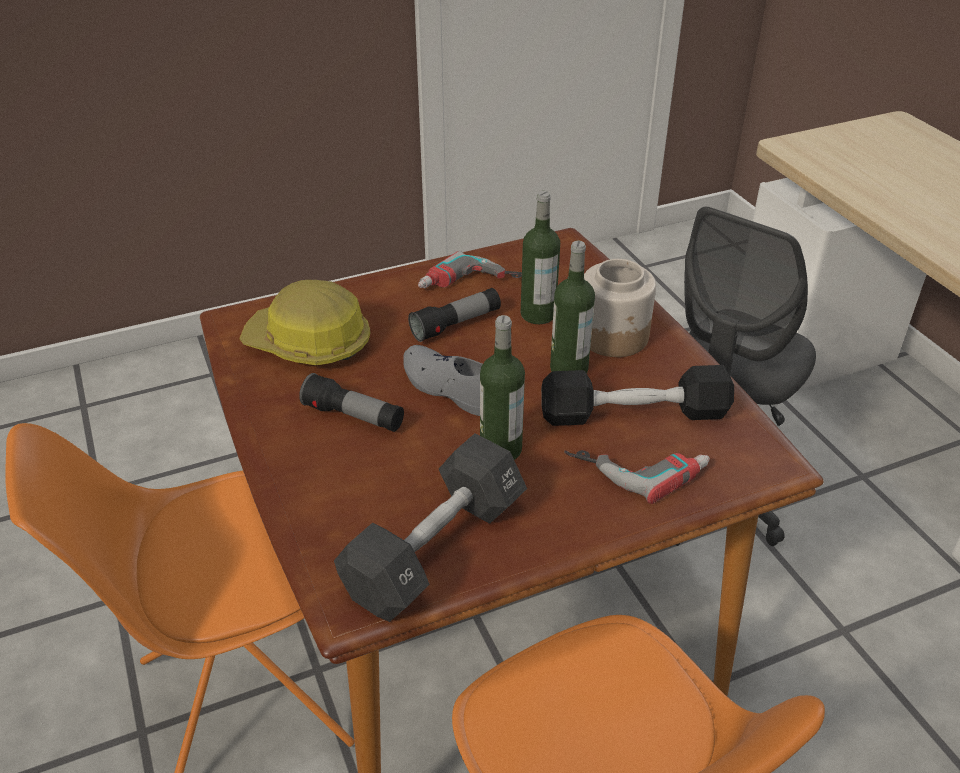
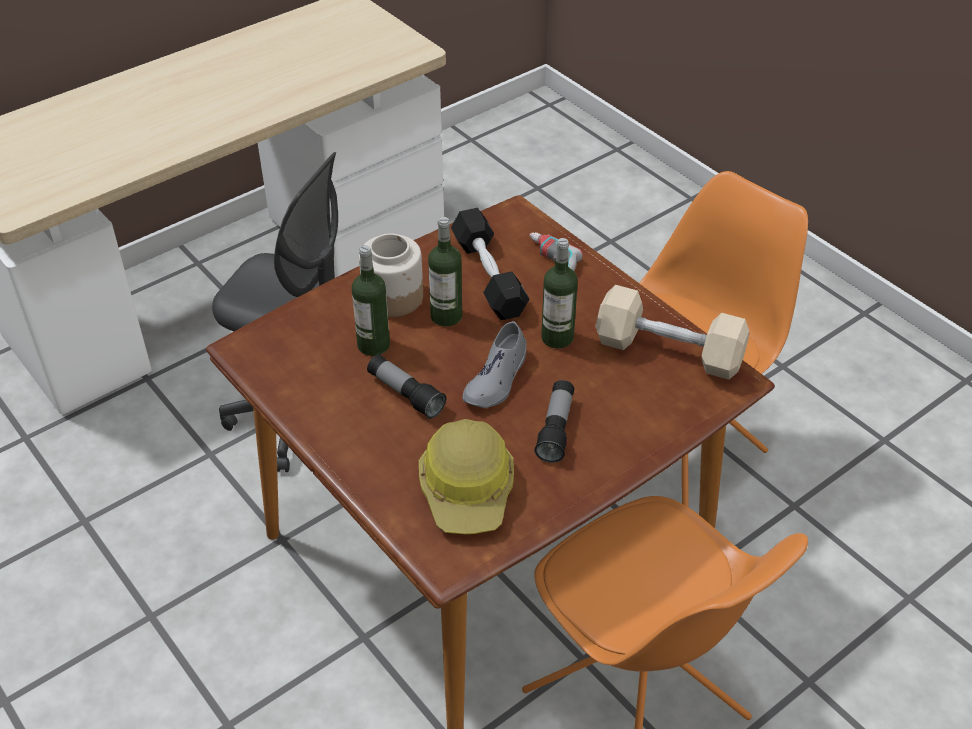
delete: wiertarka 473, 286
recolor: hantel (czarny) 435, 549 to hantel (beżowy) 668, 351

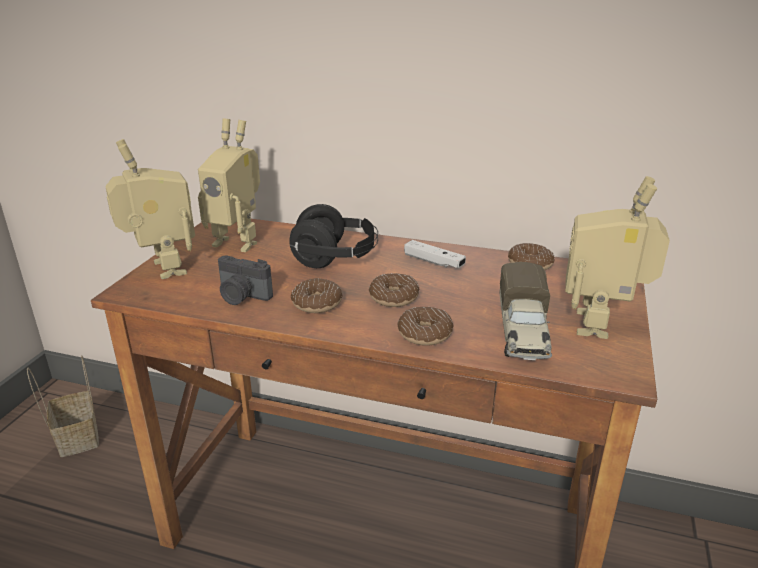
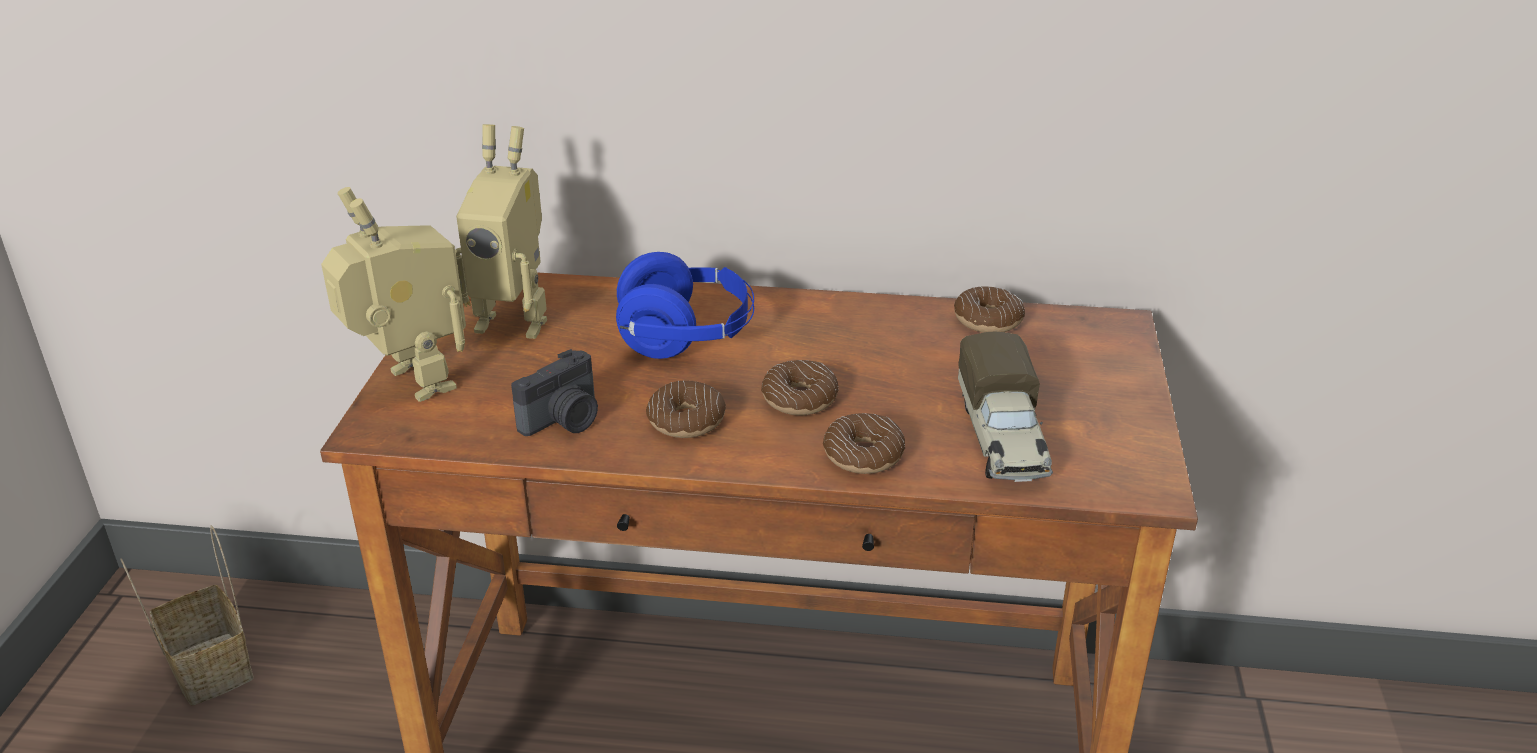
delete: robot zabawkowy 601, 325; pad do gier (biały) 434, 262
recolor: słuchawki (czarny) 336, 258 to słuchawki (niebieski) 686, 337
rotate: aparat fotograficzny 242, 297 = 564, 420 60 degrees counterclockwise

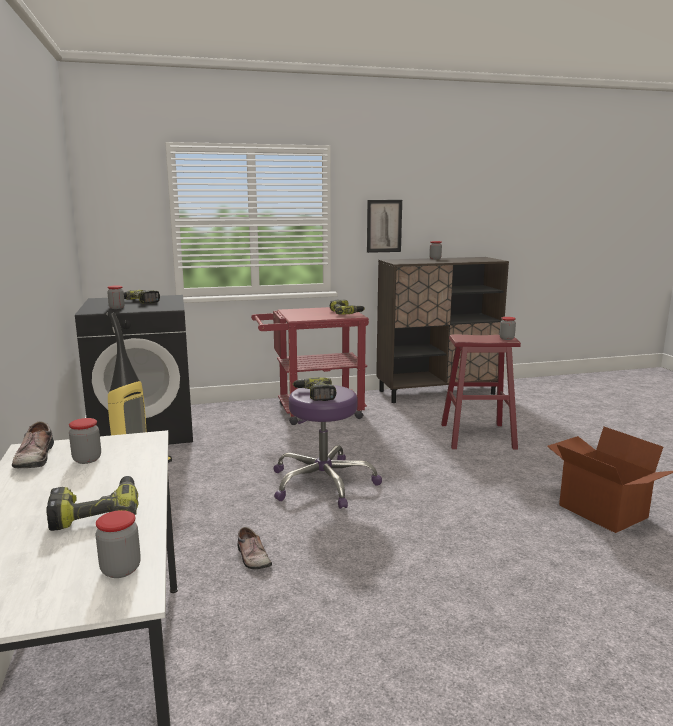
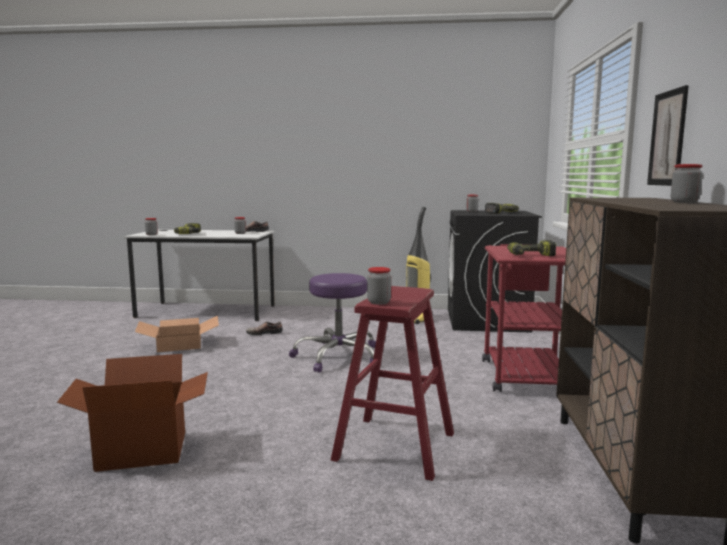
delete: wiertarka 315, 395
insert: karton 180, 344

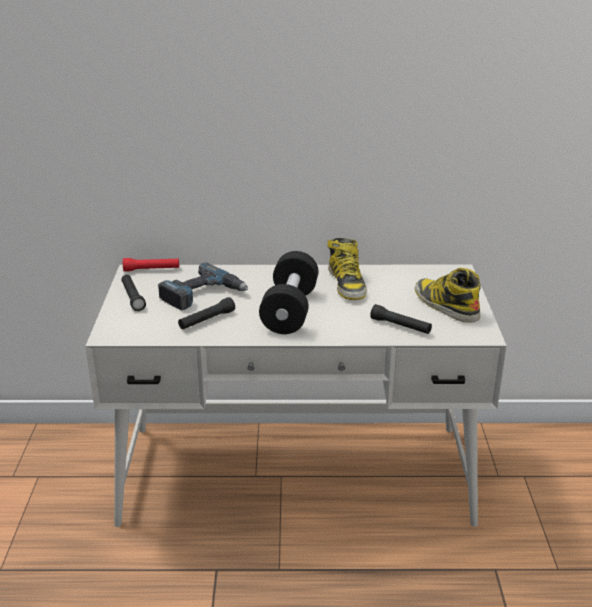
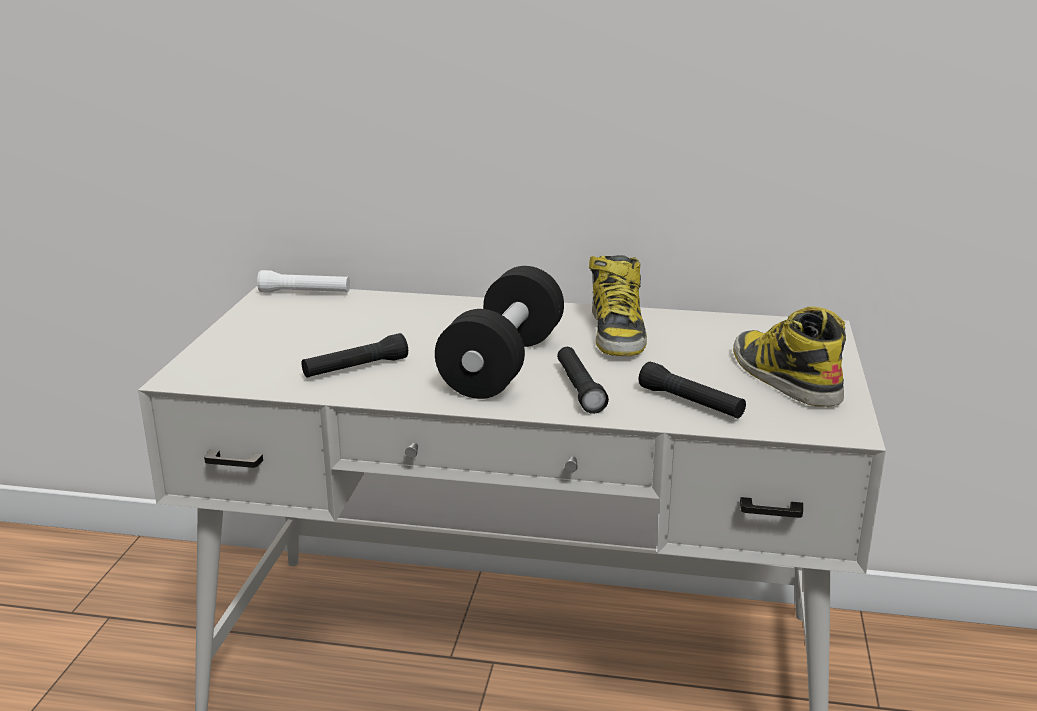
delete: wiertarka 203, 295
move: latarka (czarny) 133, 297 to 579, 389
recolor: latarka (czerwony) 151, 270 to latarka (biały) 305, 293

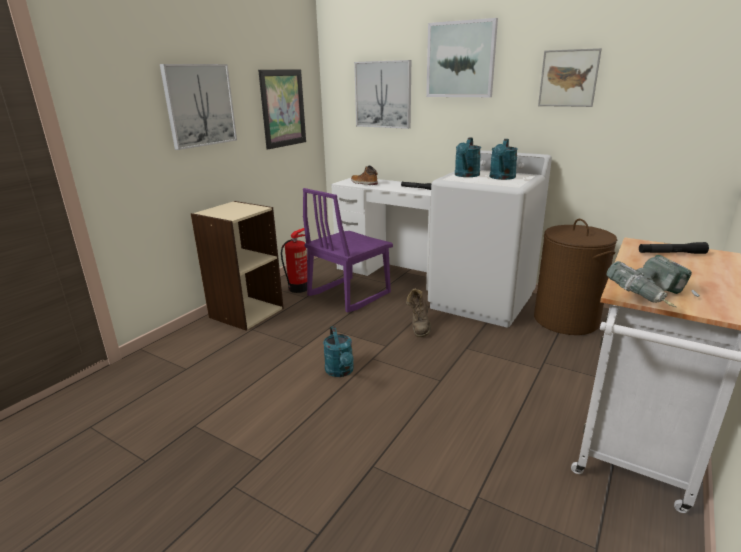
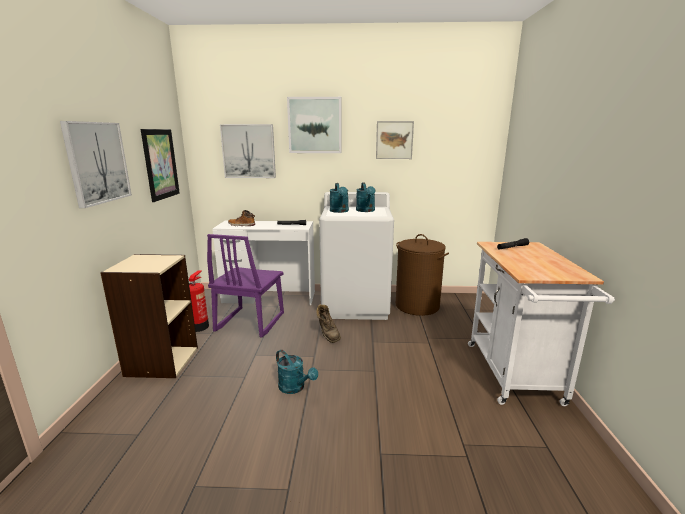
delete: wiertarka 652, 299

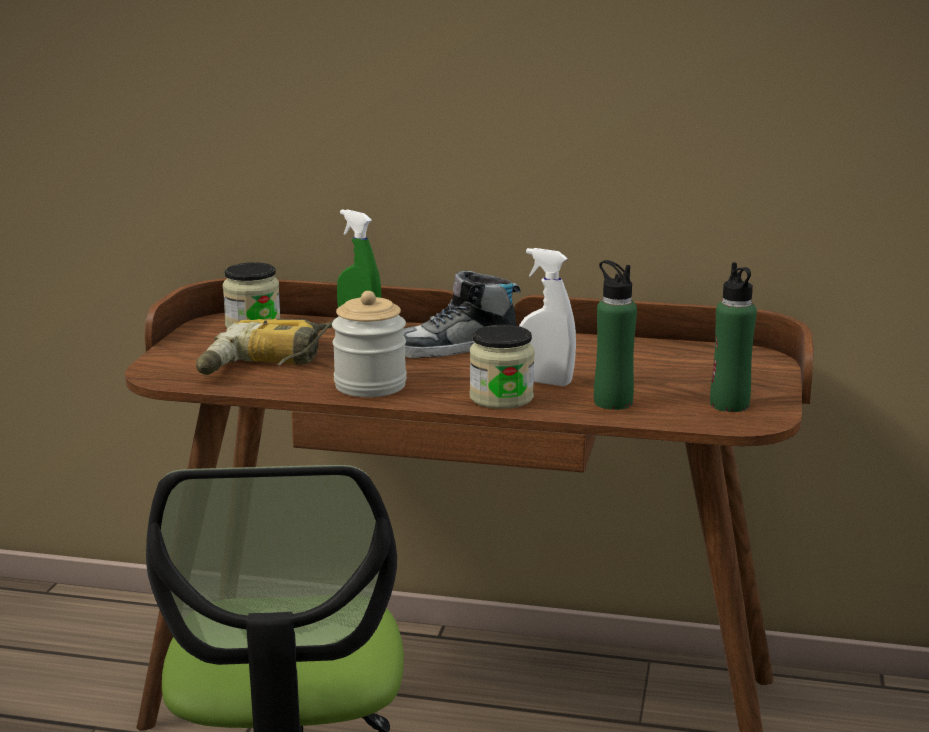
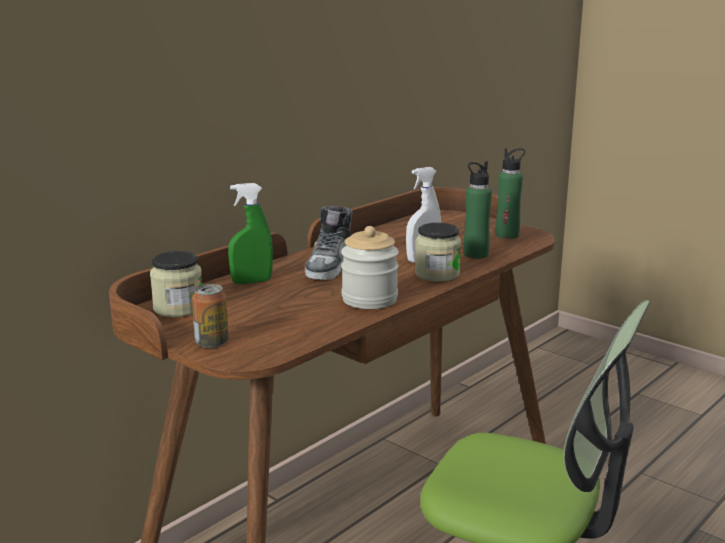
delete: wiertarka 270, 362
insert: puszka 212, 343

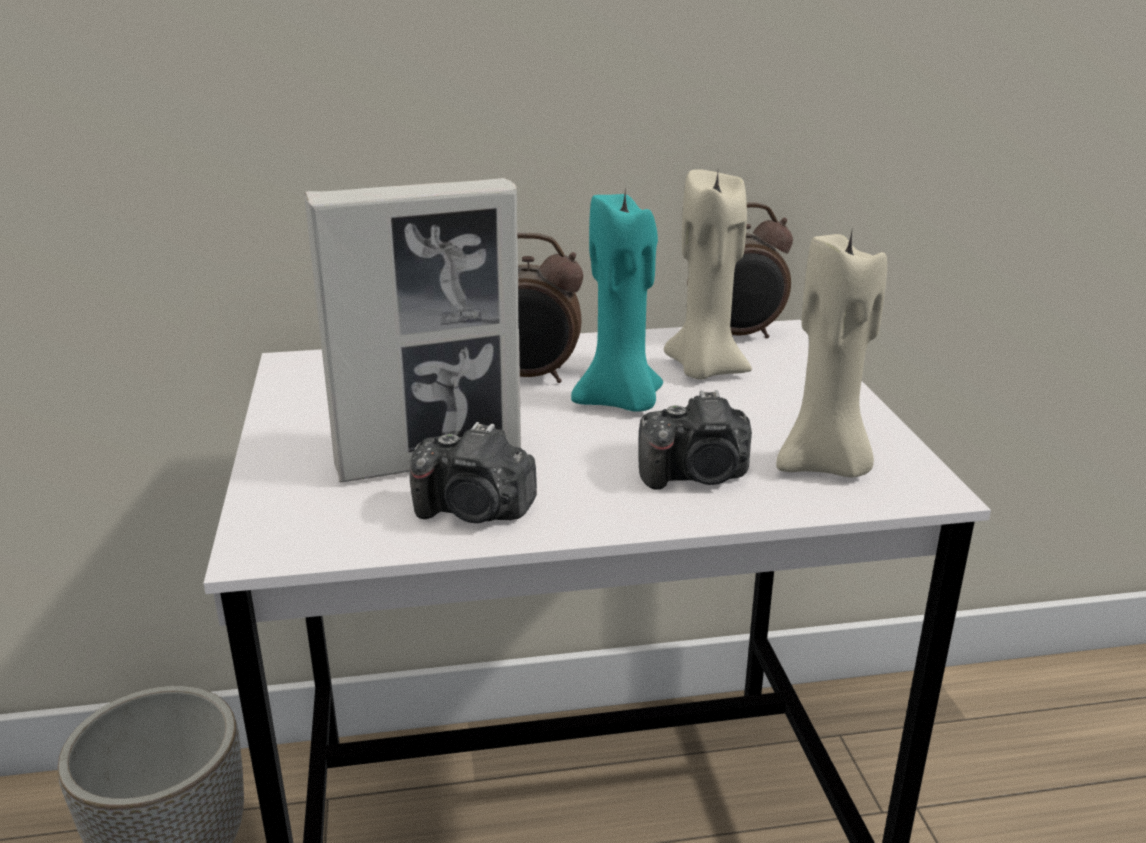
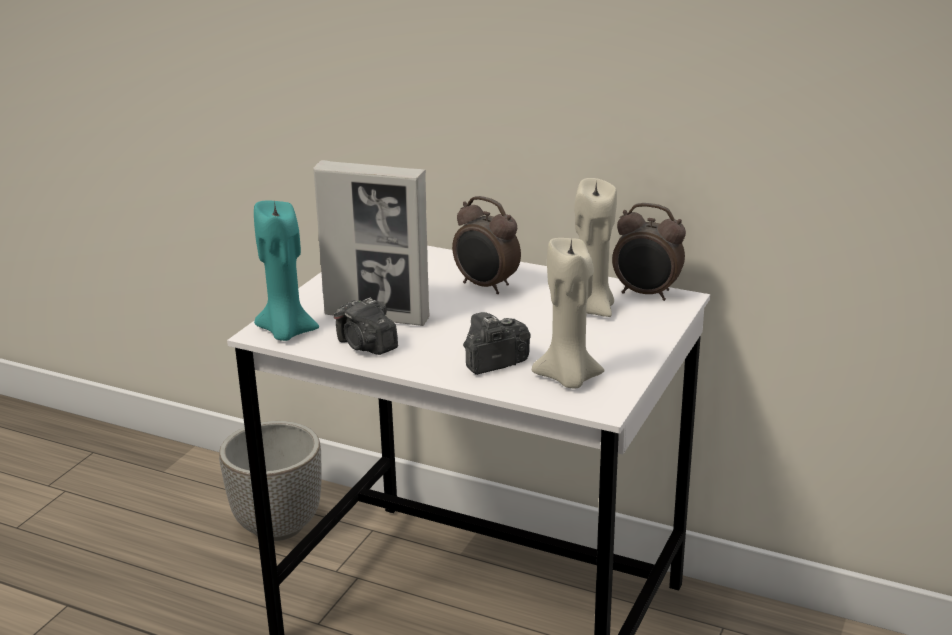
move: świeca (turkusowy) 621, 402 to 286, 332
rotate: aparat fotograficzny 697, 476 = 493, 363 120 degrees clockwise

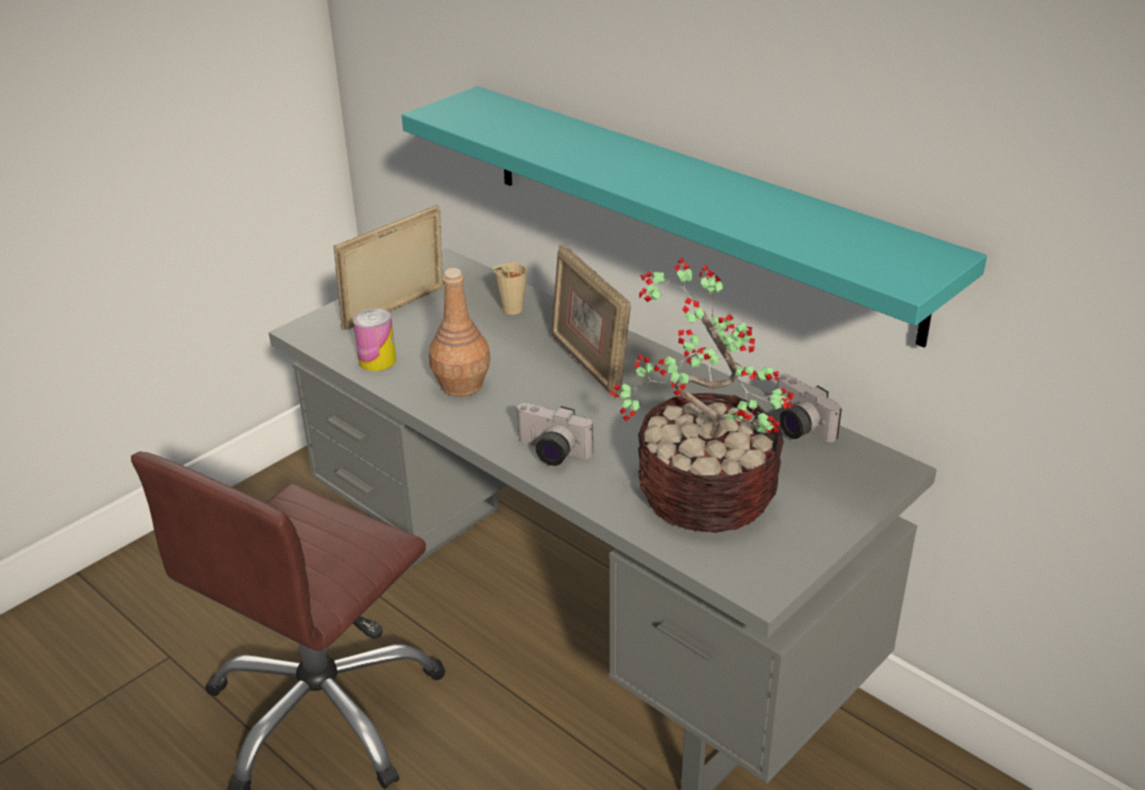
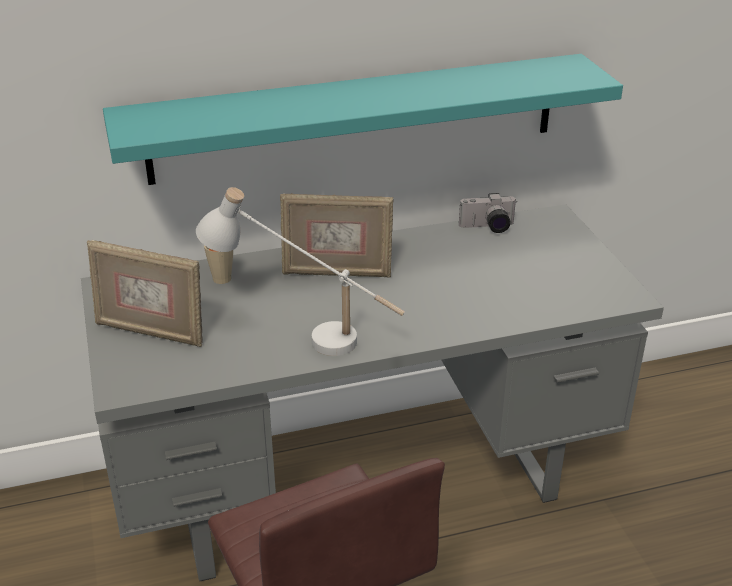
delete: roślina doniczkowa 702, 492; puszka 377, 360; aparat fotograficzny 550, 453
replace: butelka (brązowy) 461, 385 to lampa stołowa (biały) 302, 335
rotate: ramka na zdjęcie 396, 310 = 151, 332 60 degrees counterclockwise

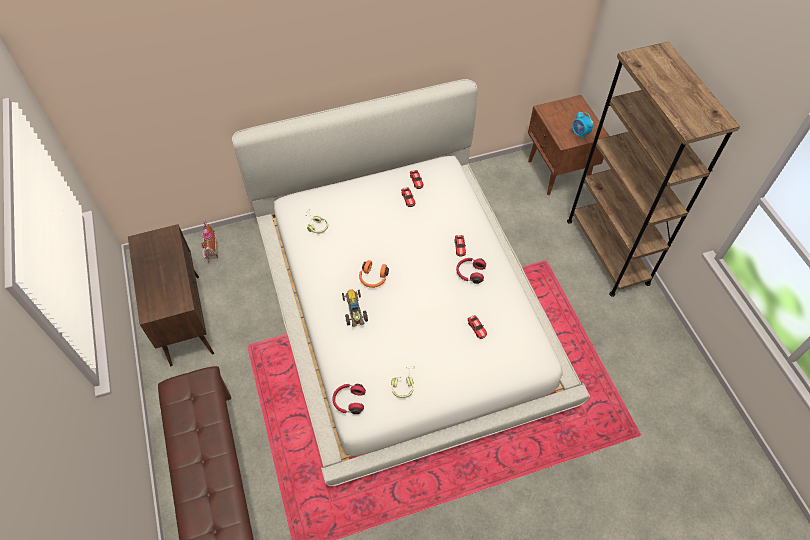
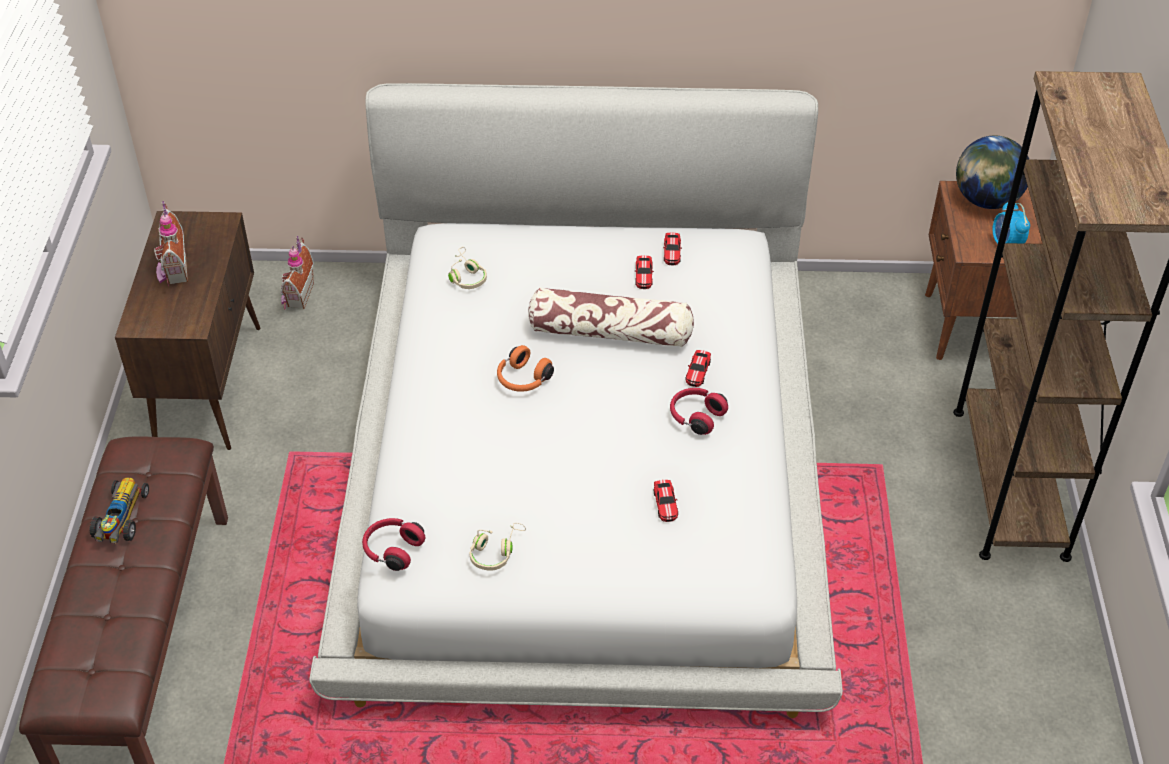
insert: globus 986, 200; domek 173, 270; poduszka 610, 332
move: samochodzik 354, 311 to 121, 519

